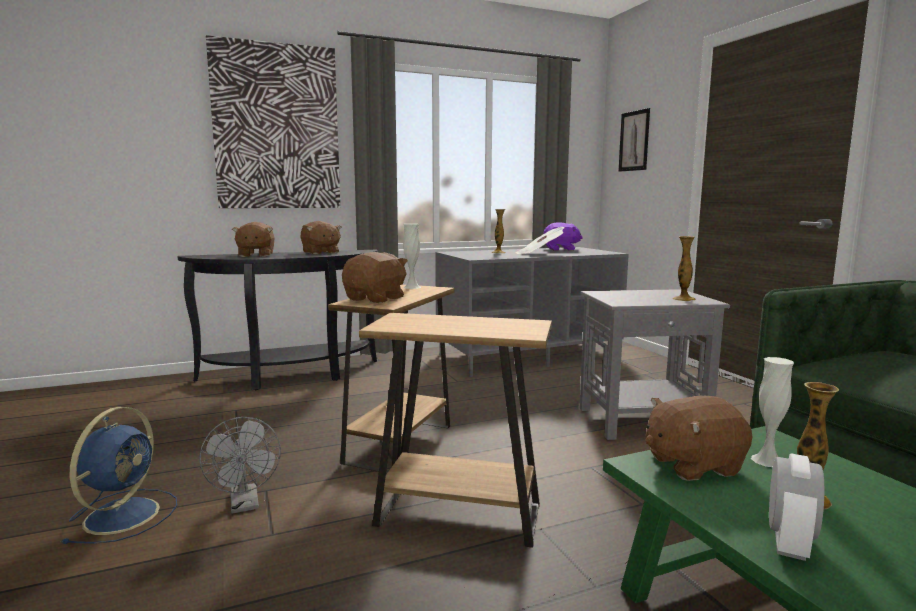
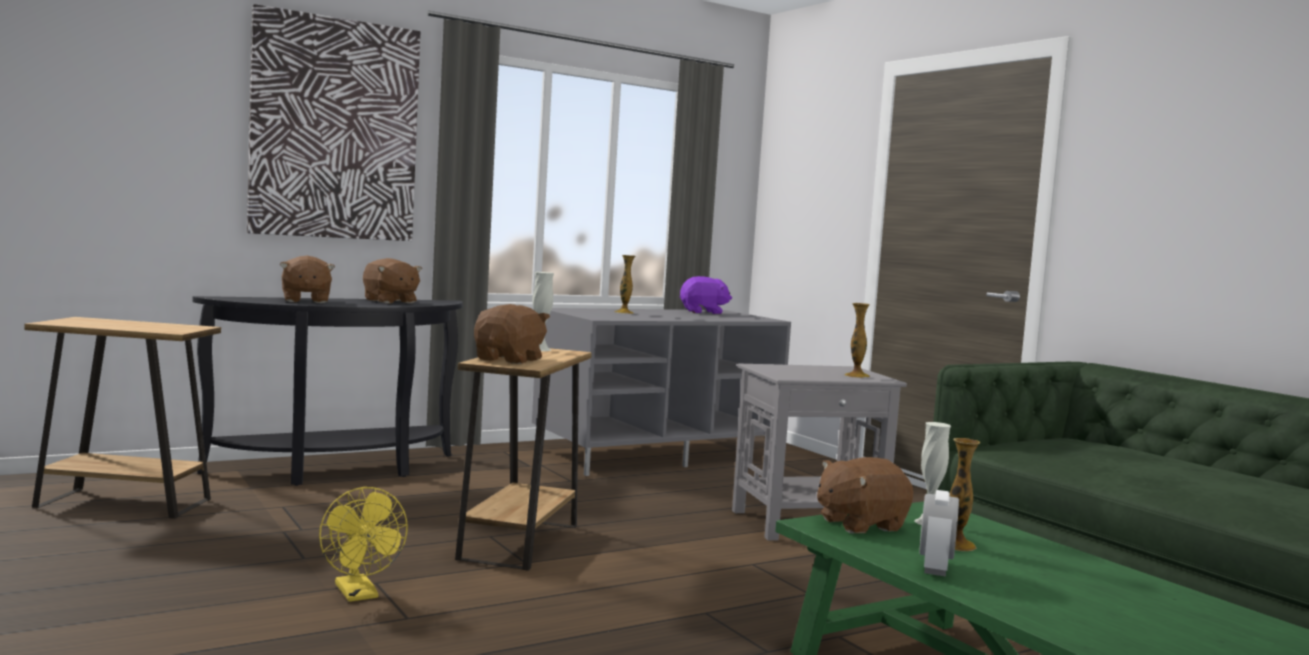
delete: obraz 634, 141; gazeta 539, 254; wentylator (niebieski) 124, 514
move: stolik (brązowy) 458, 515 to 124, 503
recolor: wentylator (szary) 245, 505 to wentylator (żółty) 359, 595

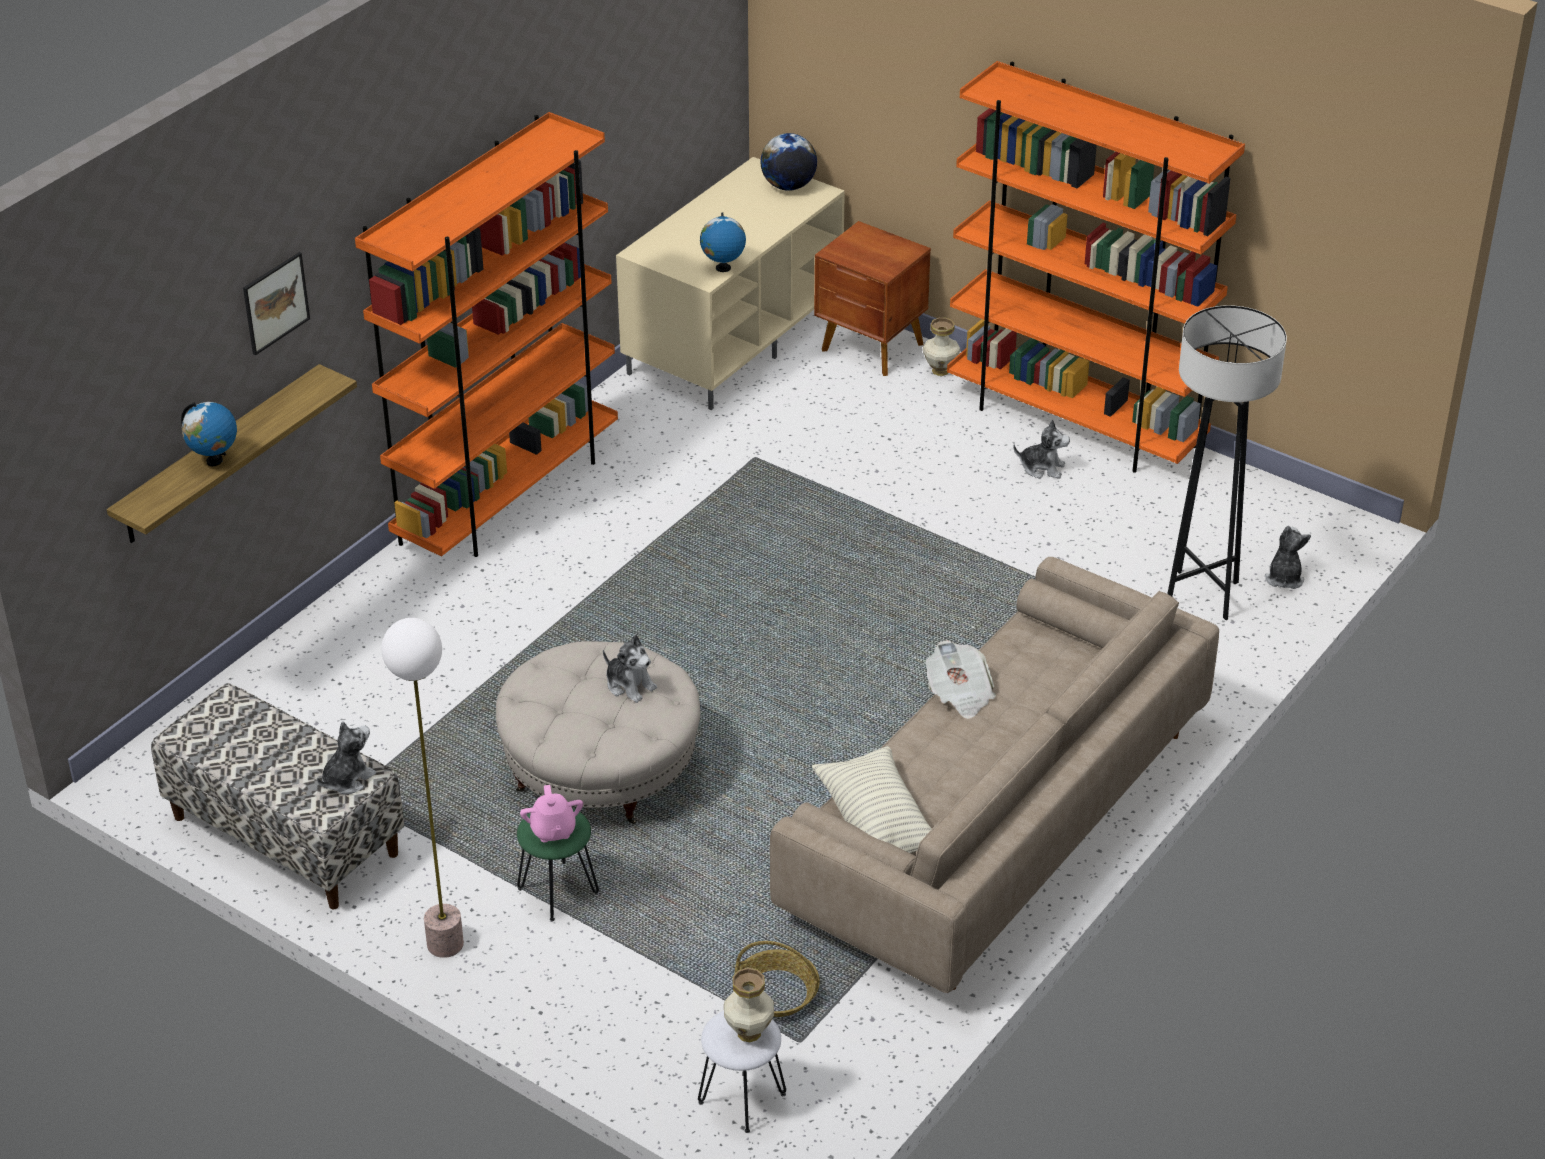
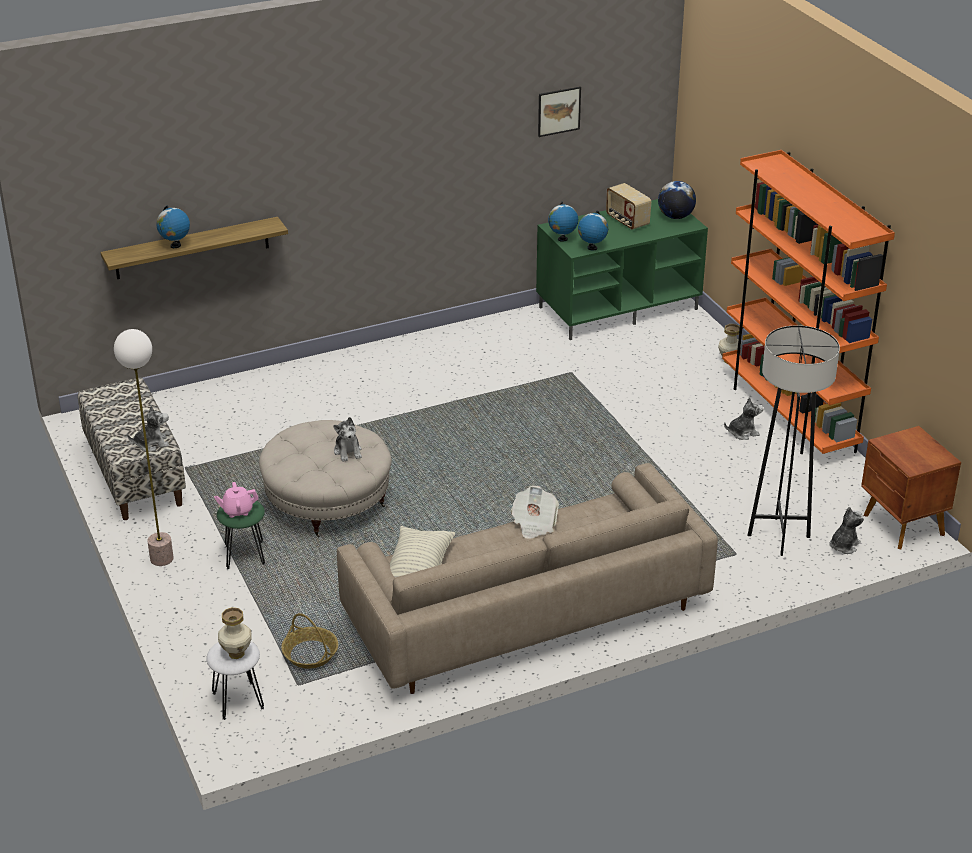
delete: regał (pomarańczowy) 508, 495
insert: radio 627, 221; globus 562, 239
move: szafka nocna (brązowy) 872, 348 to 903, 526; obraz 275, 302 to 559, 111
recolor: szafka pod telewizor (beżowy) 733, 339 to szafka pod telewizor (zielony) 618, 307
rotate: pluszak 1042, 468 = 742, 432 60 degrees counterclockwise; imbryk (różowy) 553, 830 = 237, 511 60 degrees clockwise

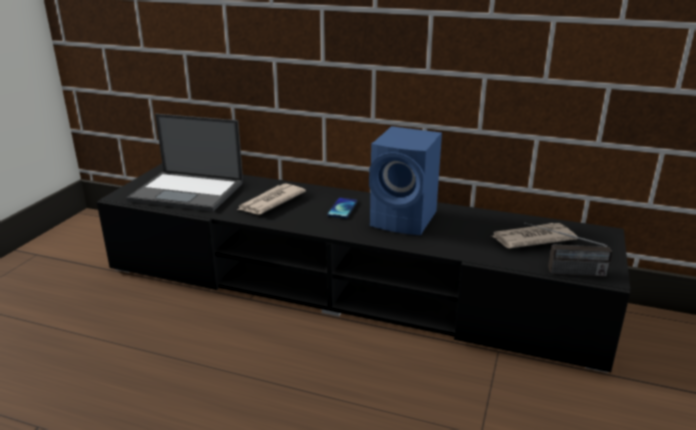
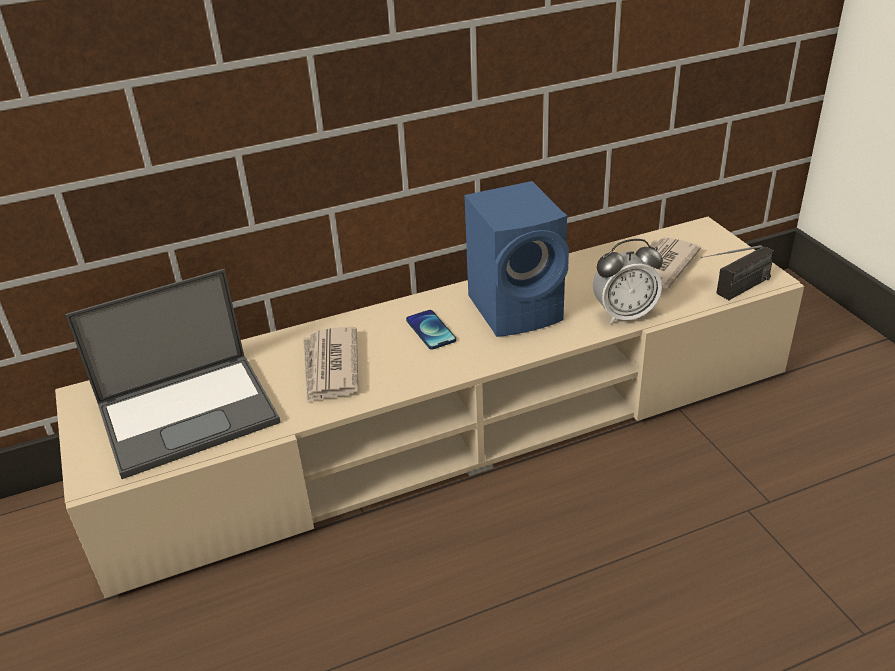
insert: budzik 624, 315
recolor: szafka pod telewizor (czarny) 349, 287 to szafka pod telewizor (beżowy) 454, 426

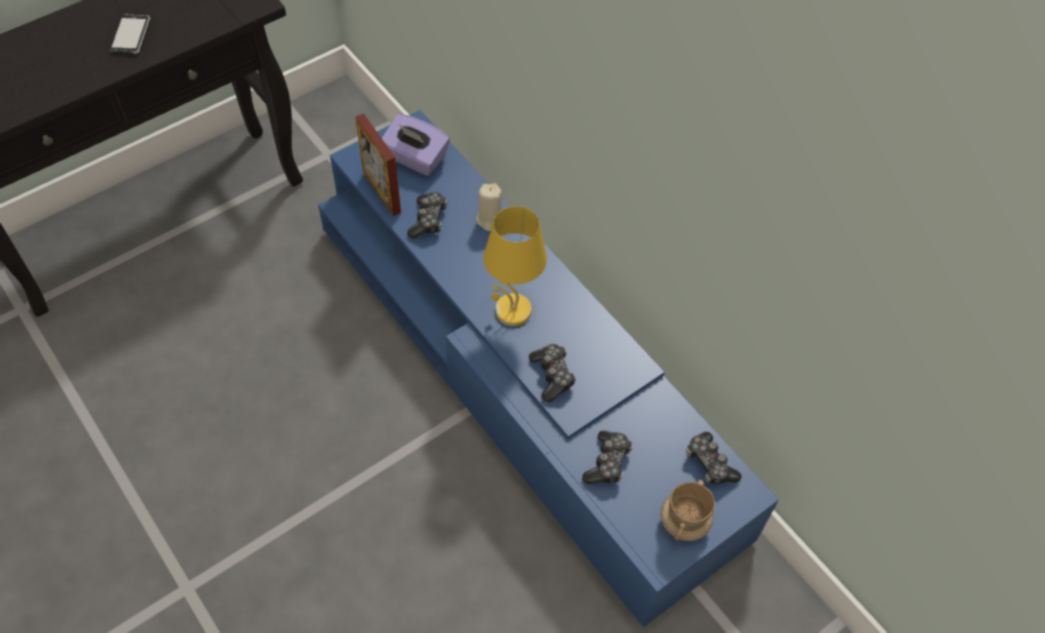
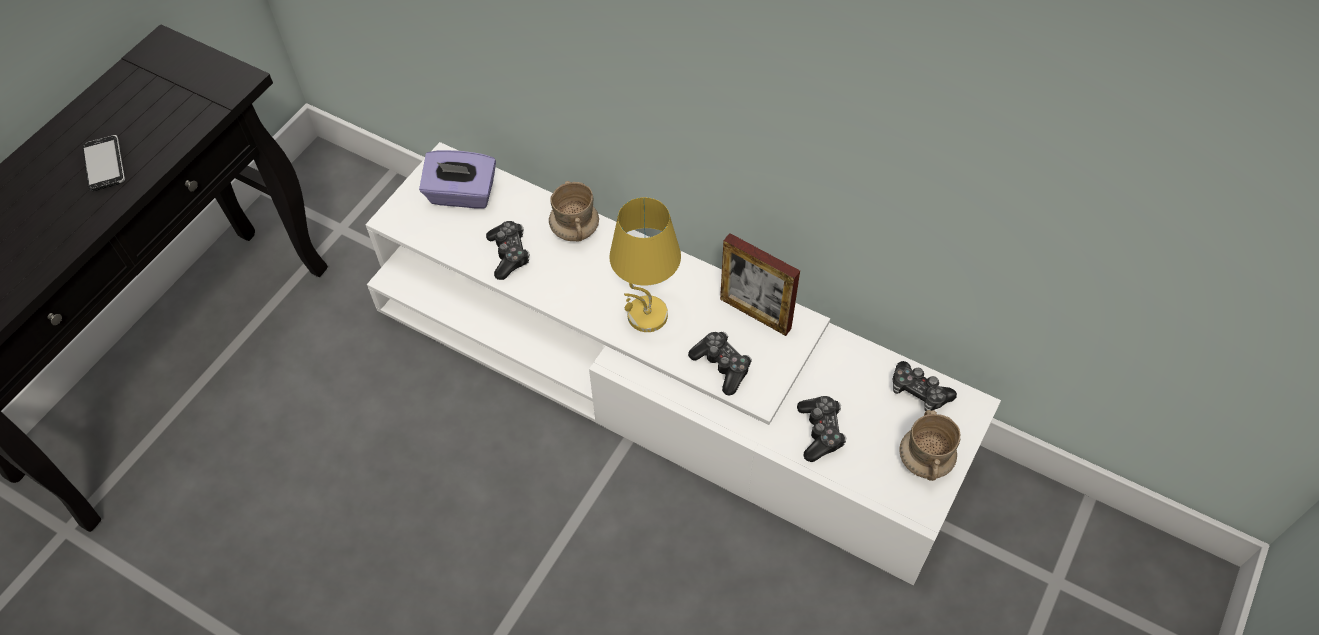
move: ramka na zdjęcie 382, 192 to 755, 313
replace: świeca (beżowy) 490, 219 to kubek (beżowy) 575, 230
recolor: szafka pod telewizor (niebieski) 519, 372 to szafka pod telewizor (biały) 660, 380

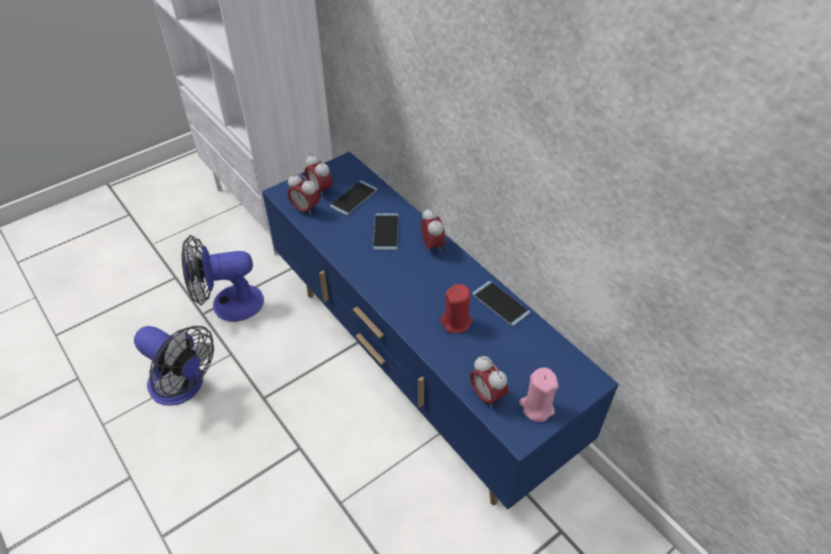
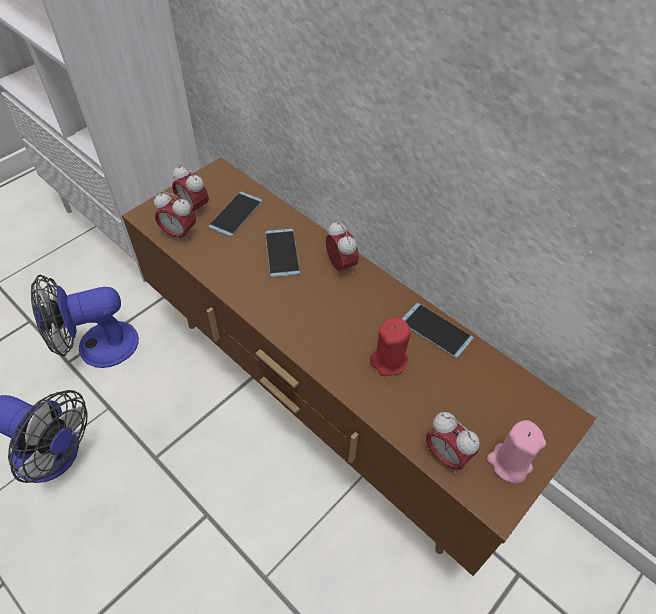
recolor: szafka pod telewizor (niebieski) 417, 372 to szafka pod telewizor (brązowy) 326, 403

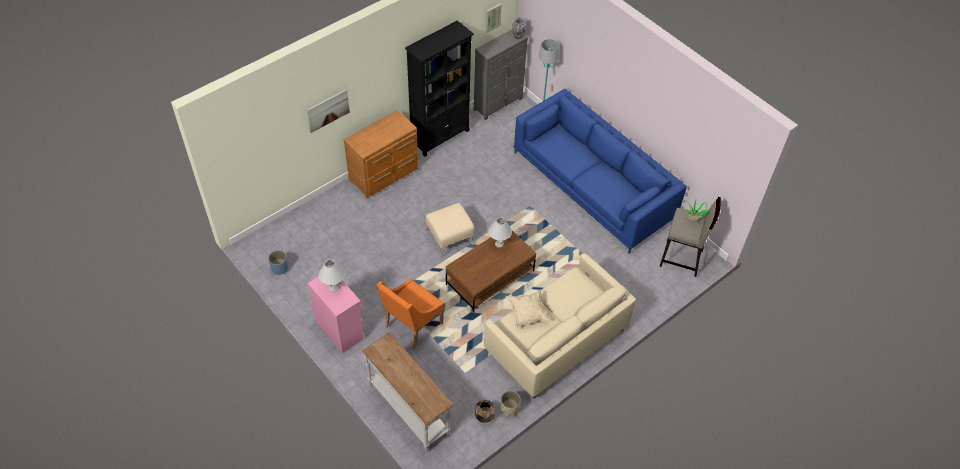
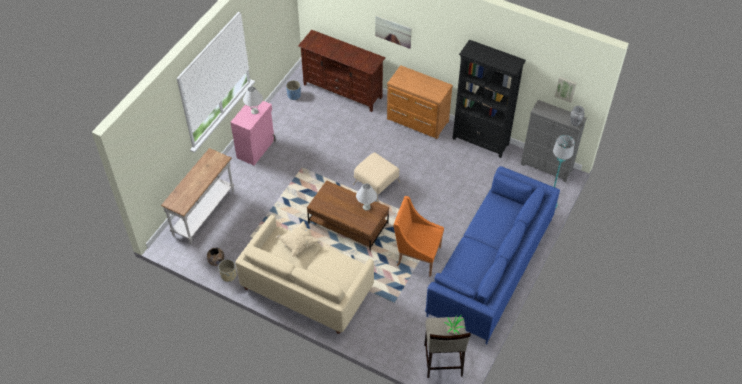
insert: szafka pod telewizor (brązowy) 343, 91
move: fotel (pomarańczowy) 412, 326 to 417, 256

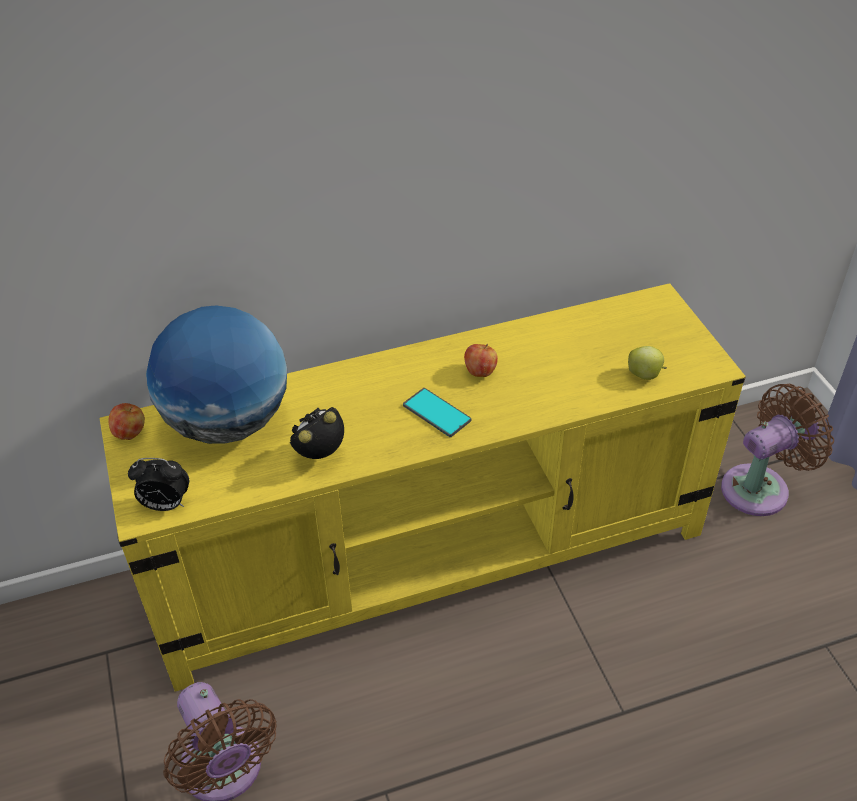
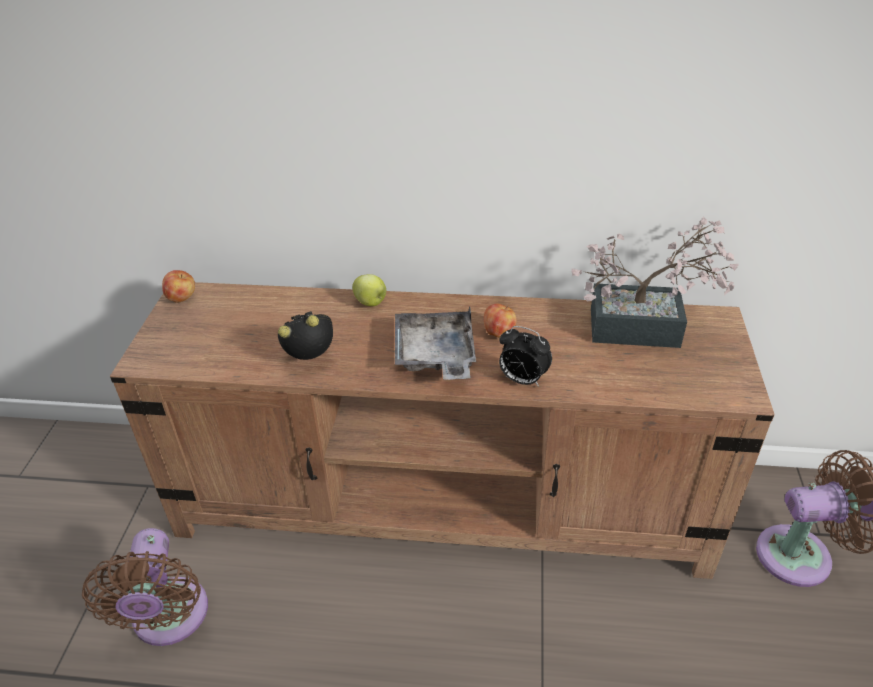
delete: globus 228, 423
insert: roślina doniczkowa 646, 329
move: jabłko 645, 375 to 371, 303; budzik 165, 505 to 522, 380
replace: telefon 436, 413 to taca (szary) 435, 356
recolor: szafka pod telewizor (żółty) 432, 554 to szafka pod telewizor (brązowy) 443, 502

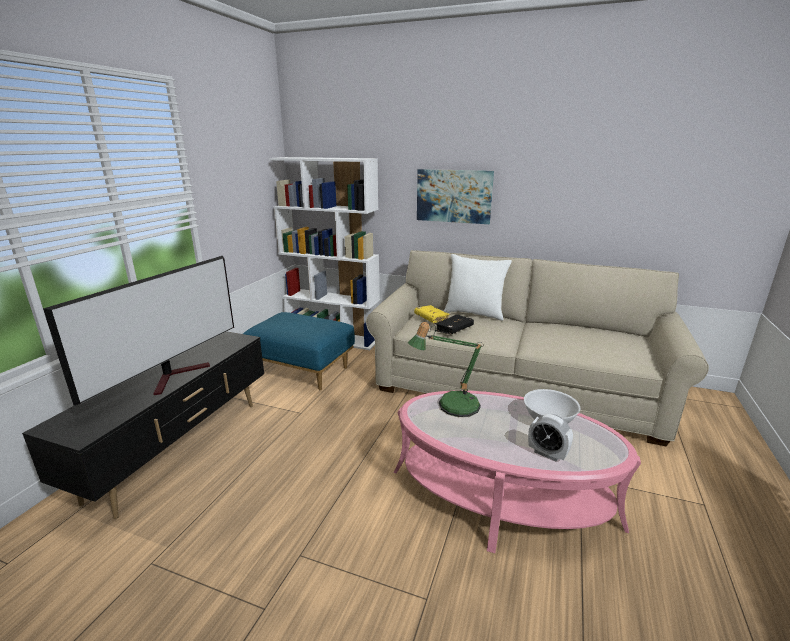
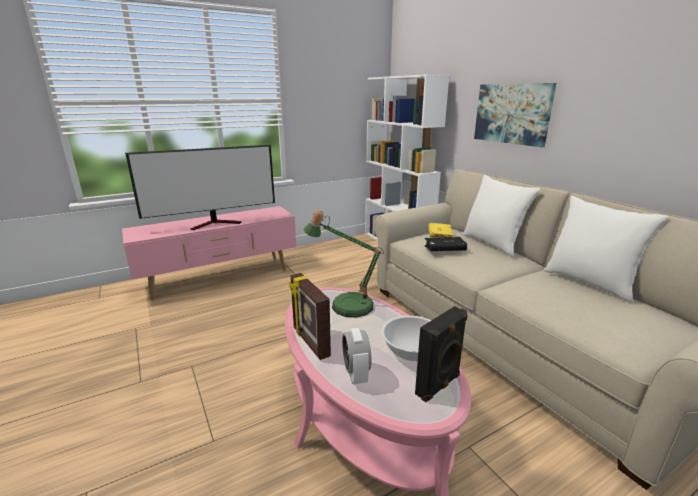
delete: pufa (niebieski) 303, 370
insert: poduszka (biały) 589, 282; ramka na zdjęcie 310, 342; głośnik (czarny) 439, 385
recolor: szafka pod telewizor (czarny) 181, 448 to szafka pod telewizor (różowy) 221, 278

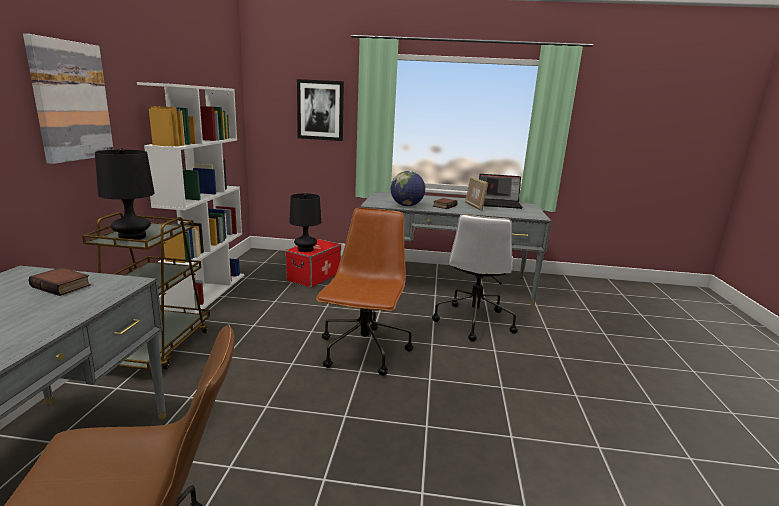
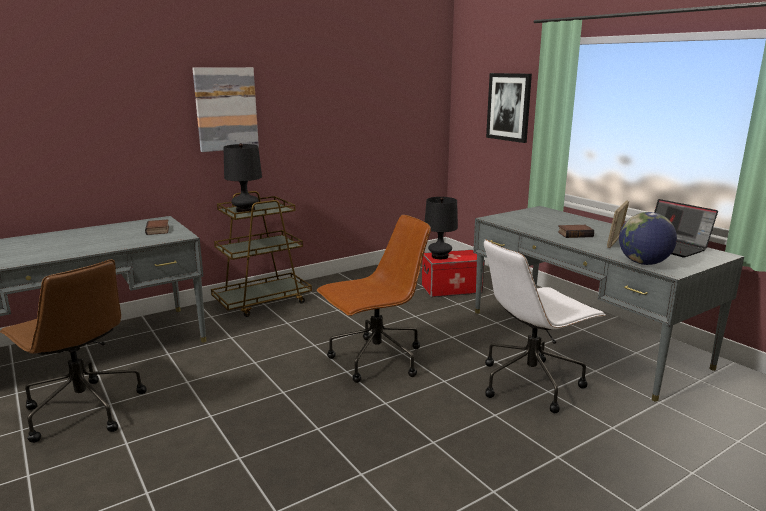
delete: regał (biały) 207, 292
move: globus 406, 205 to 643, 263

